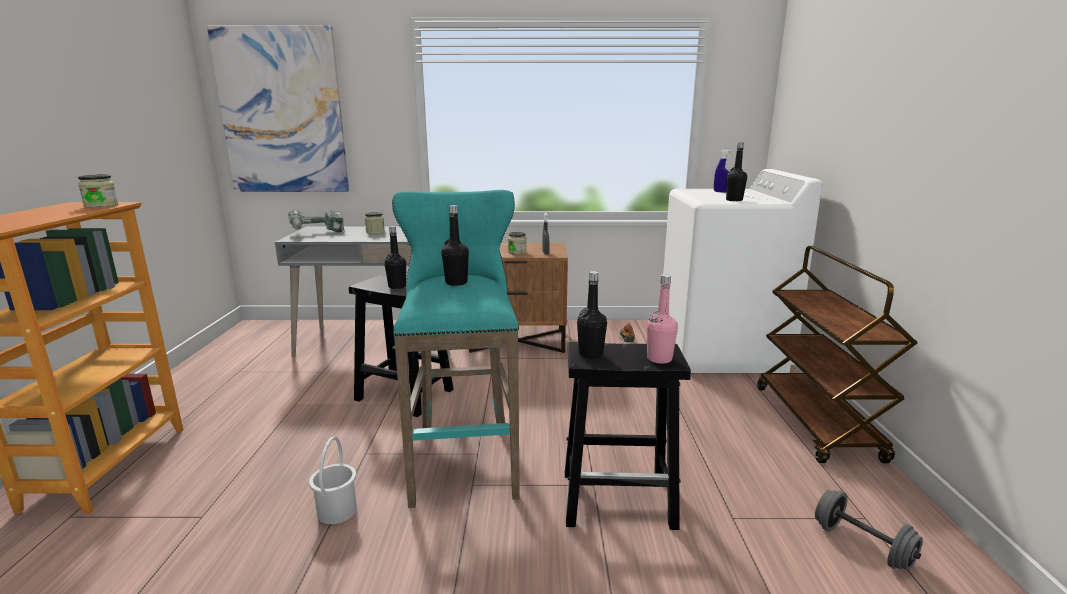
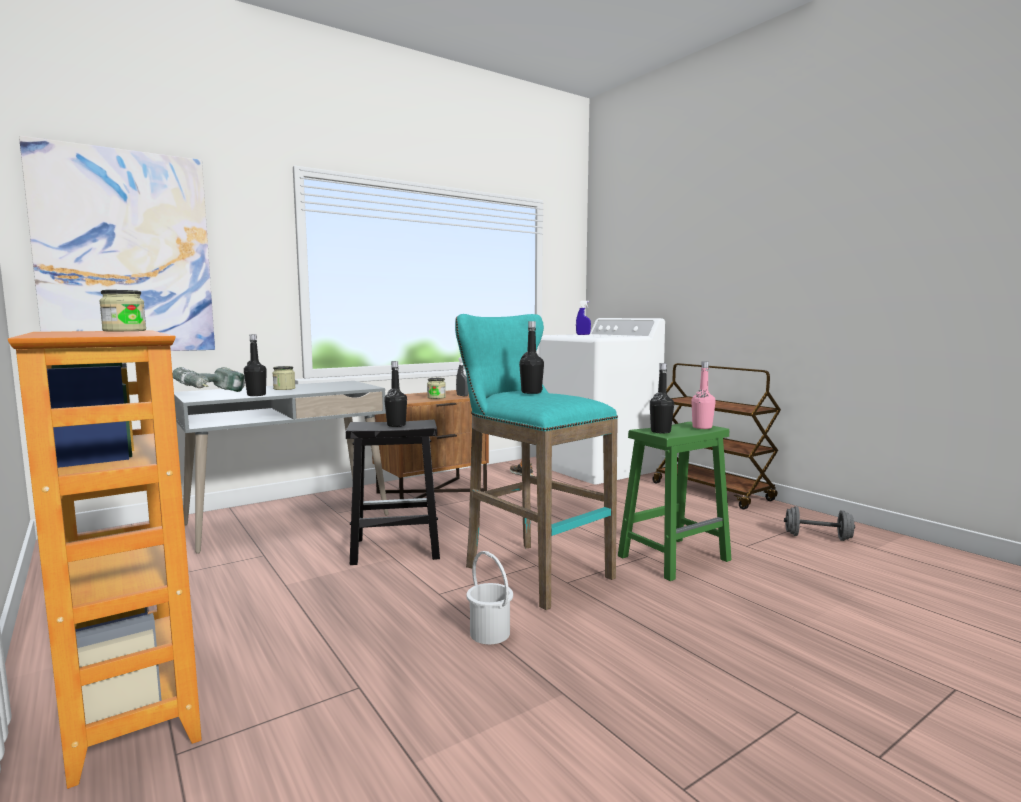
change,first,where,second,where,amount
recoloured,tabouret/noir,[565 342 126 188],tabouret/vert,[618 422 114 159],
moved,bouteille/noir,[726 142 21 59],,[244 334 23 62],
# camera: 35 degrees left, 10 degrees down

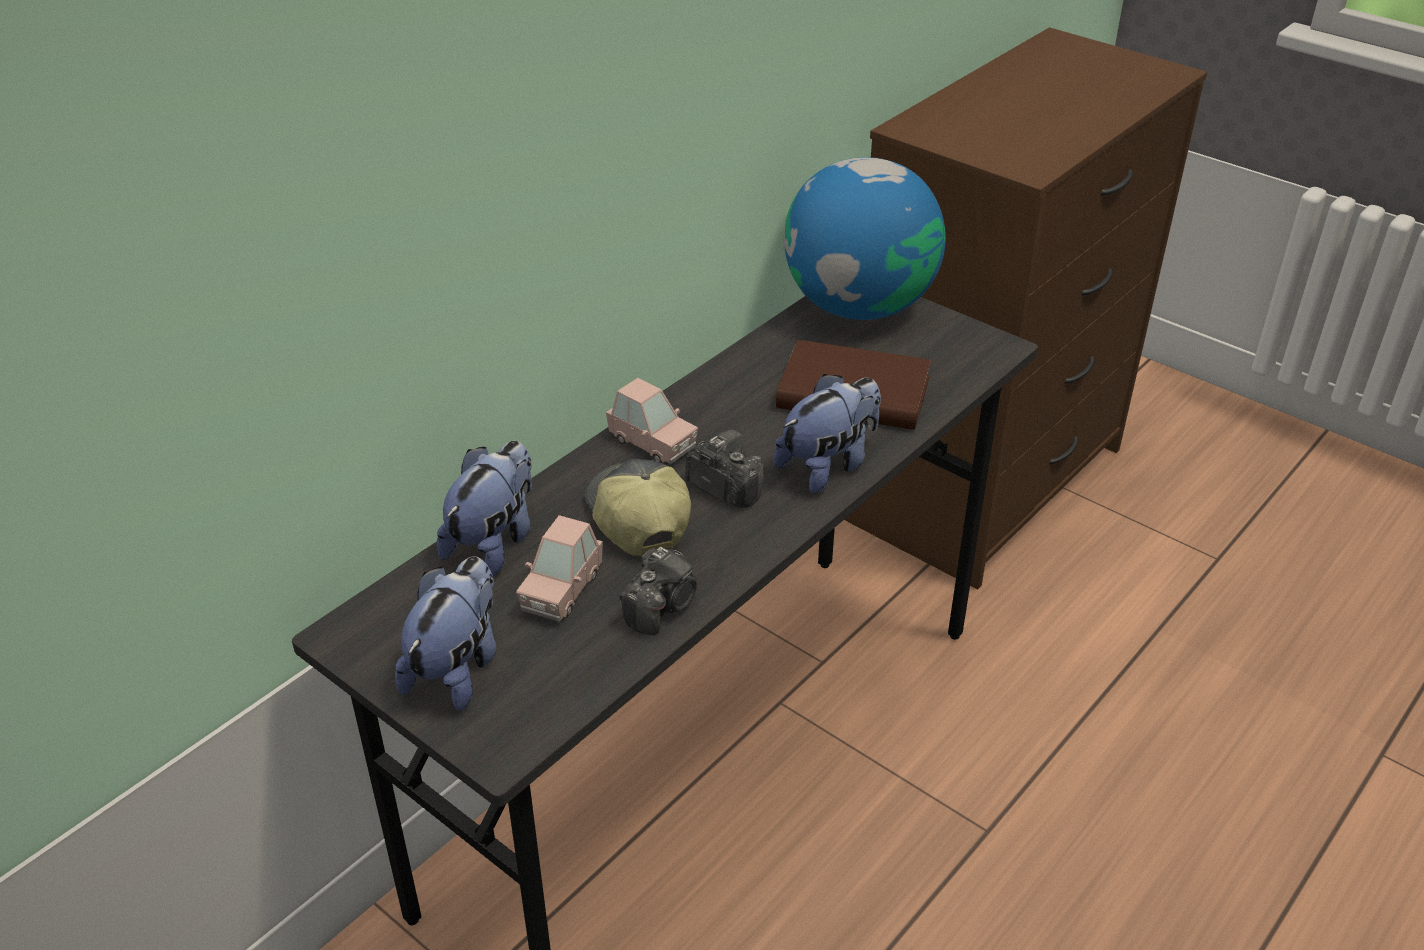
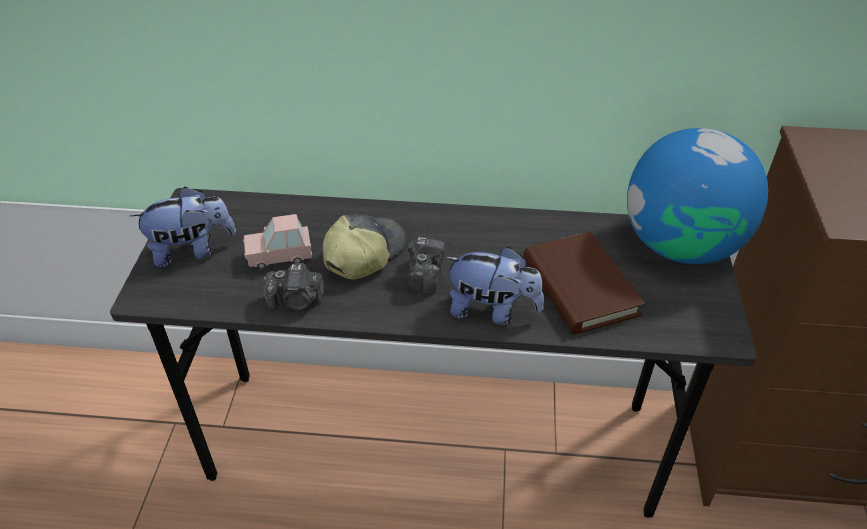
change,first,where,second,where,amount
removed,peluche,[437 441 95 135],,,
removed,petite voiture/rose,[606 378 92 86],,,
# camera: 55 degrees right, 5 degrees up

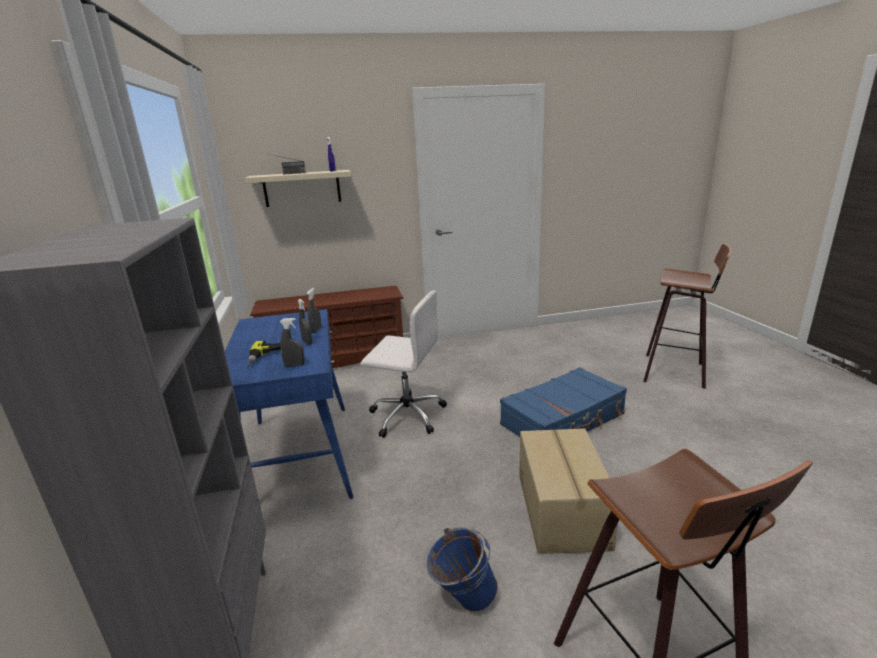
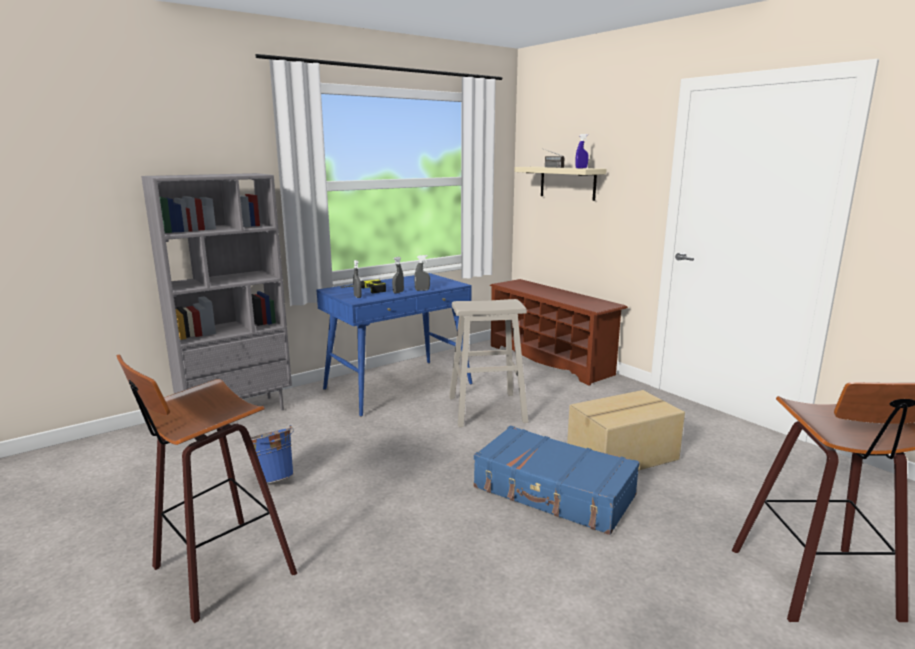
change,first,where,second,where,amount
replaced,chaise de bureau/blanc,[360 290 87 148],tabouret/beige,[449 299 79 128],
moved,carton,[519 429 99 125],,[567 390 118 81],
# camera: 65 degrees right, 5 degrees down

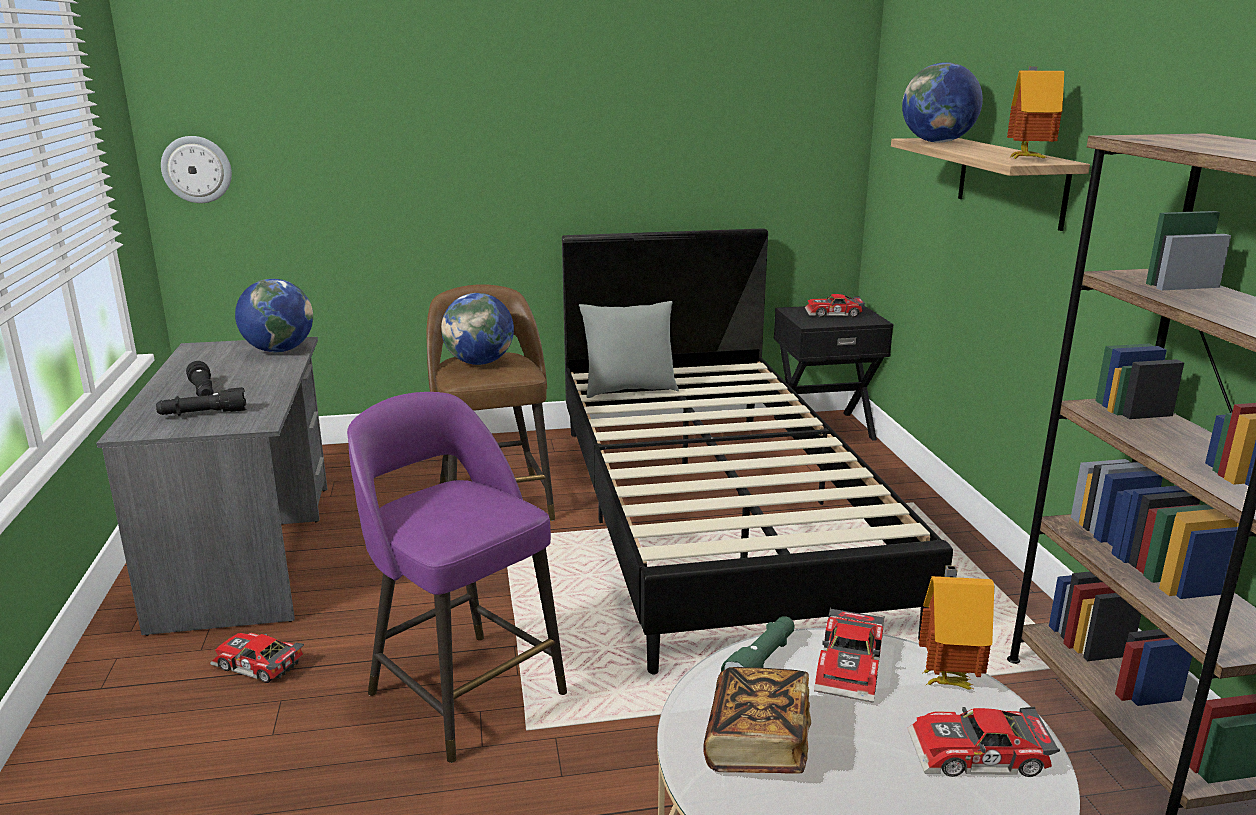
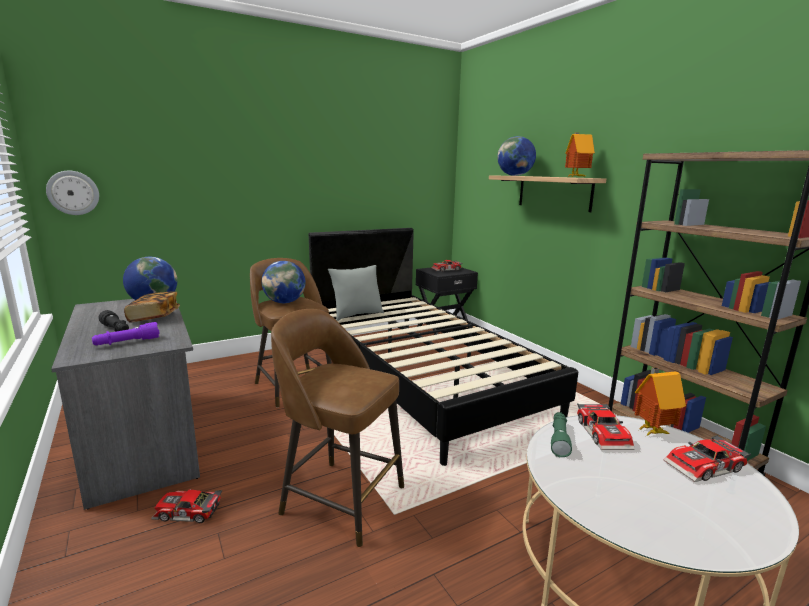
change,first,where,second,where,amount
recoloured,lampe de poche/noir,[156 387 91 29],lampe de poche/violet,[92 322 68 23],
recoloured,tabouret/violet,[347 392 220 371],tabouret/marron,[271 309 133 238],
moved,livre,[703 667 108 107],,[124 291 56 32],
# camera: 20 degrees left, 5 degrees down

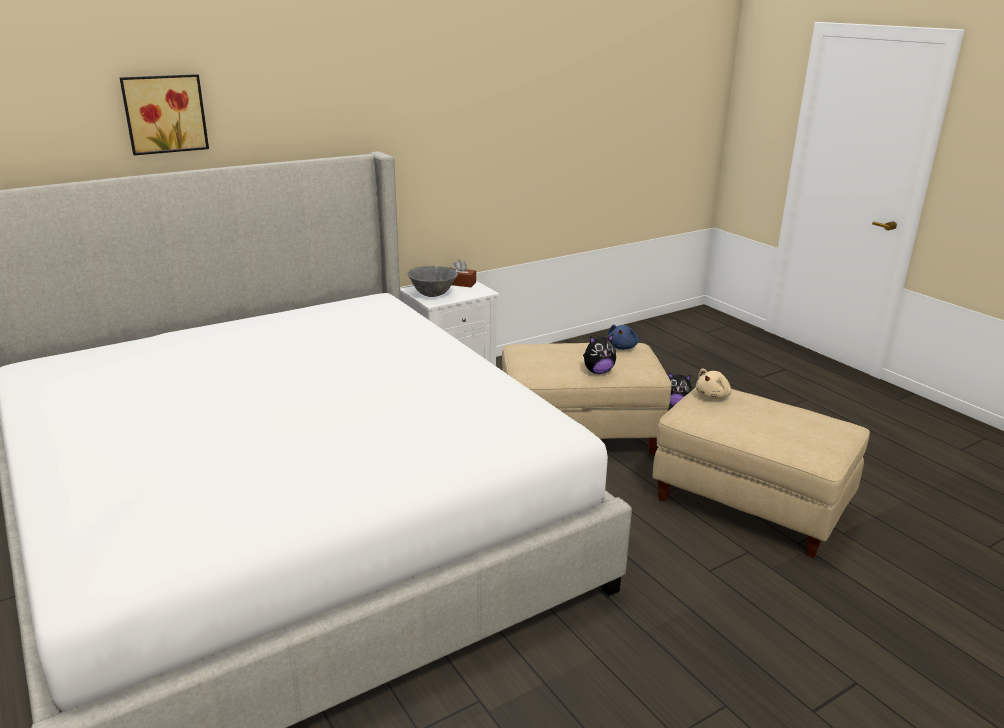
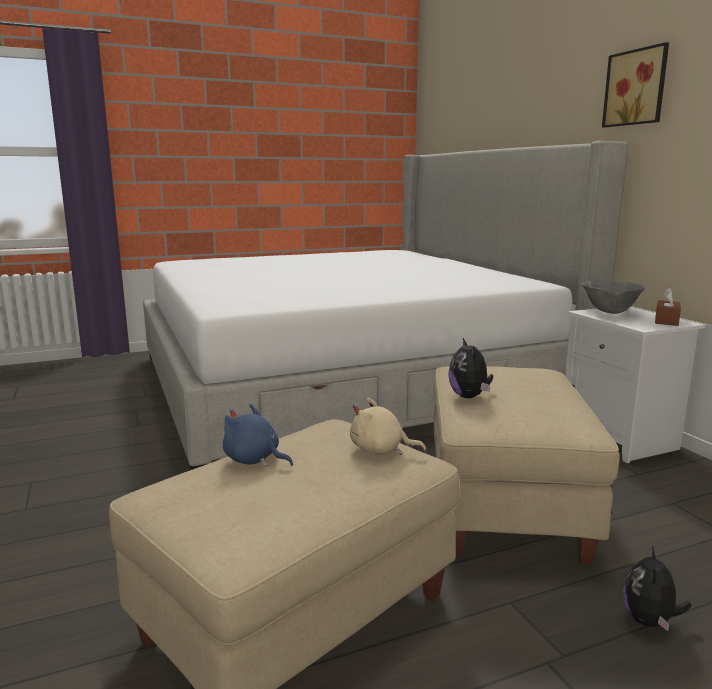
change,first,where,second,where,amount
moved,tableau,[119 74 90 81],,[602 42 67 85],
moved,peluche/bleu,[608 325 31 25],,[223 404 70 63],
turned,peluche/beige,[696 369 35 30],,[350 398 76 57],45 degrees counterclockwise
# camera: 100 degrees right, 10 degrees down

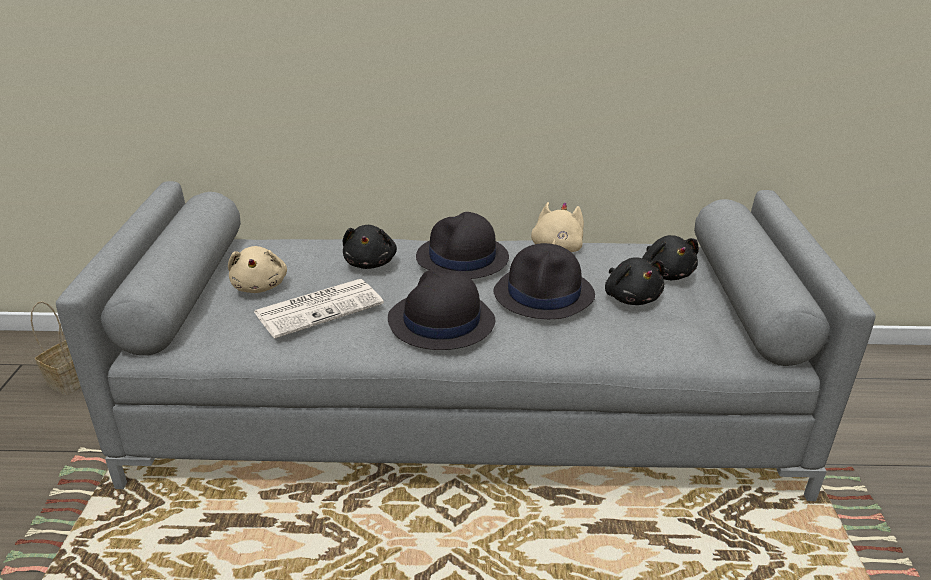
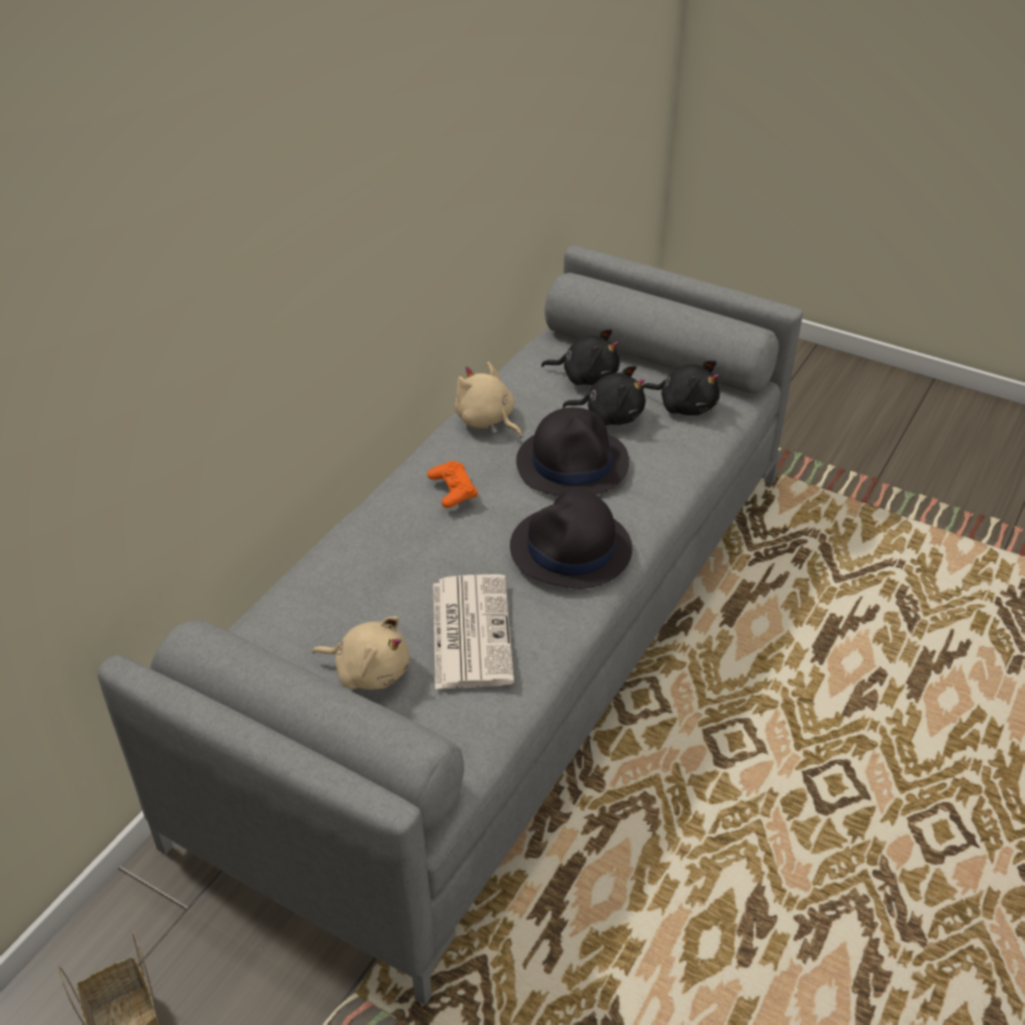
change,first,where,second,where,amount
moved,peluche/noir,[343 225 54 44],,[642 360 78 55],
replaced,chapeau/noir,[416 212 93 67],manette/orange,[427 461 51 47],
# camera: 60 degrees left, 10 degrees up

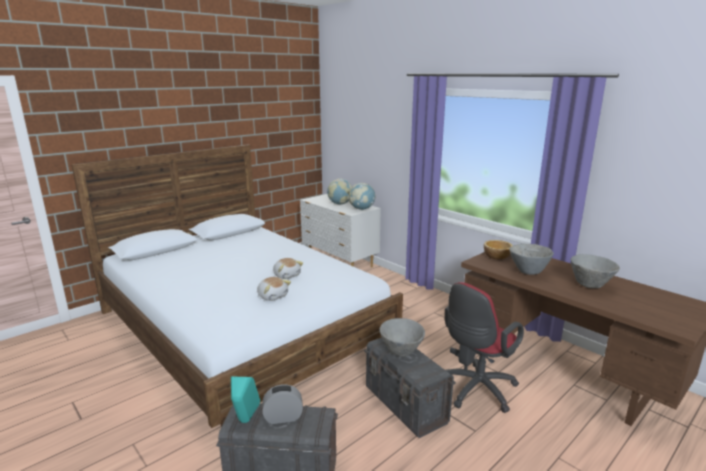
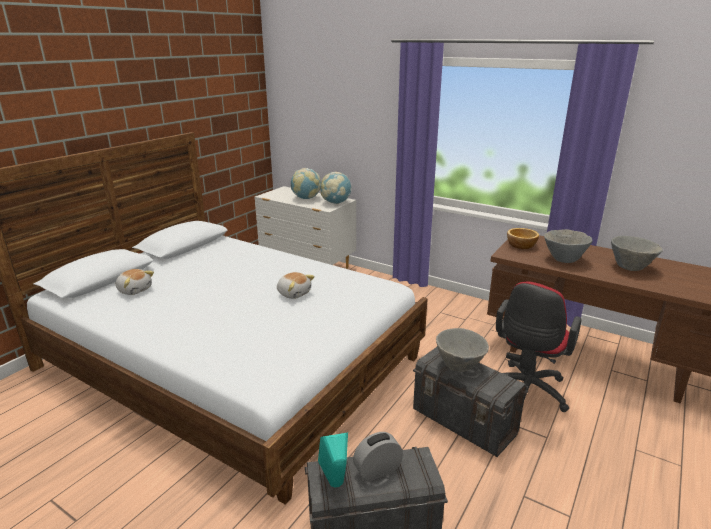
change,first,where,second,where,amount
moved,peluche,[257 277 34 24],,[116 269 38 26],
# camera: 15 degrees left, 5 degrees up

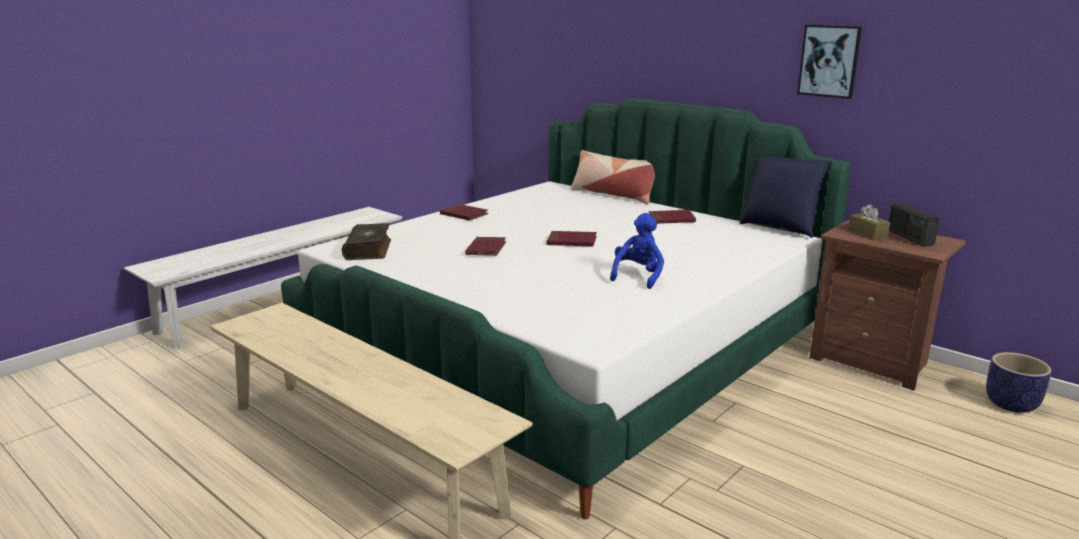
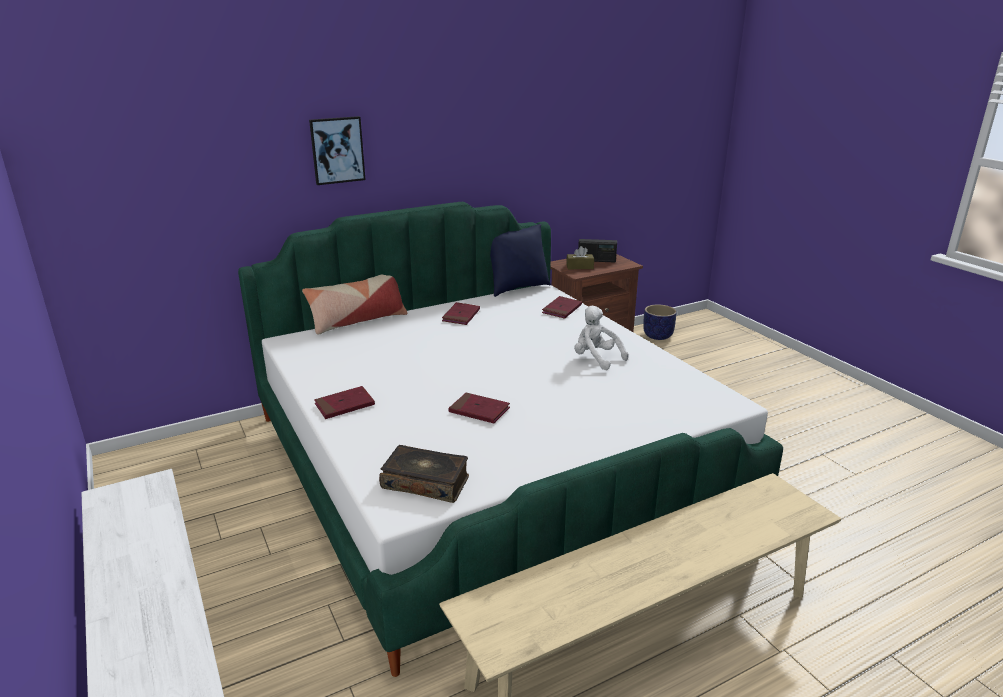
change,first,where,second,where,amount
moved,livre/rouge,[546 231 51 16],,[542 296 40 23],
recoloured,peluche/bleu,[610 213 54 76],peluche/blanc,[574 306 55 64],
moved,tableau,[797 25 65 74],,[309 116 57 69],
# camera: 70 degrees left, 5 degrees up

